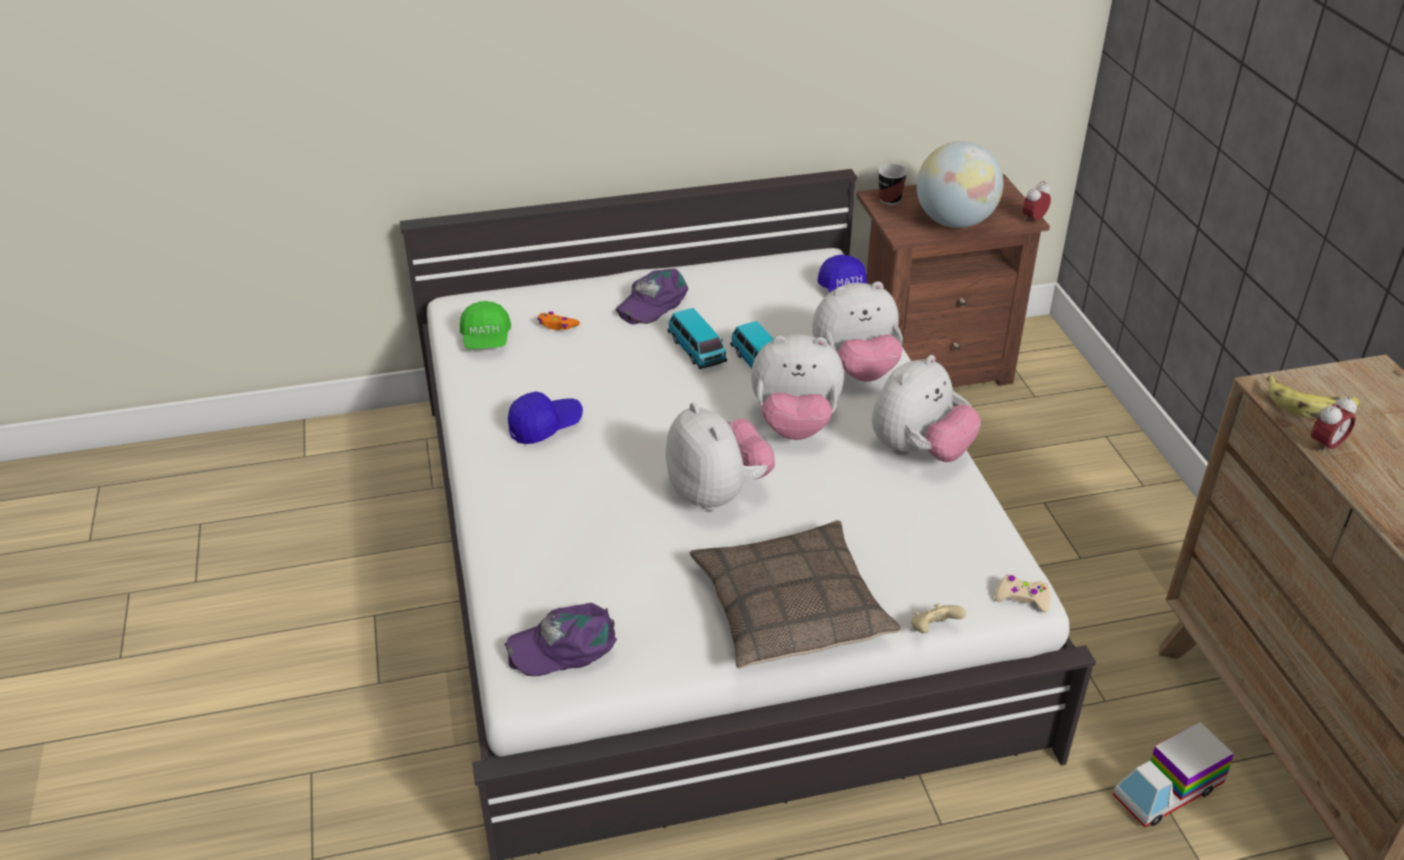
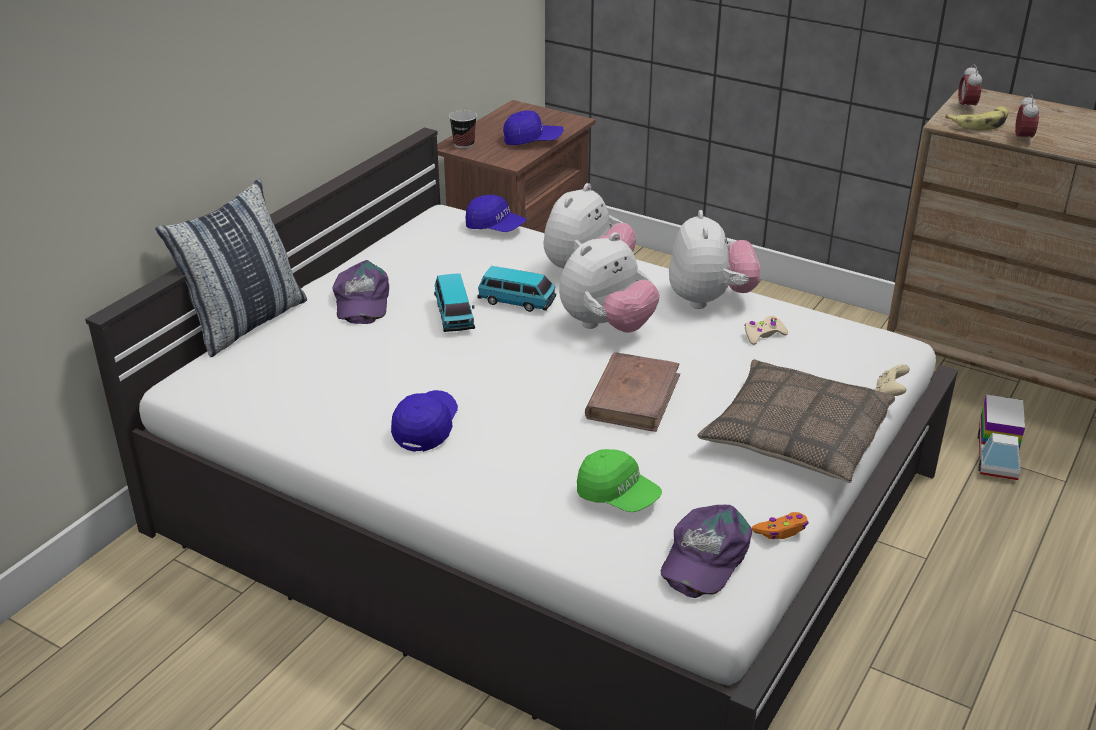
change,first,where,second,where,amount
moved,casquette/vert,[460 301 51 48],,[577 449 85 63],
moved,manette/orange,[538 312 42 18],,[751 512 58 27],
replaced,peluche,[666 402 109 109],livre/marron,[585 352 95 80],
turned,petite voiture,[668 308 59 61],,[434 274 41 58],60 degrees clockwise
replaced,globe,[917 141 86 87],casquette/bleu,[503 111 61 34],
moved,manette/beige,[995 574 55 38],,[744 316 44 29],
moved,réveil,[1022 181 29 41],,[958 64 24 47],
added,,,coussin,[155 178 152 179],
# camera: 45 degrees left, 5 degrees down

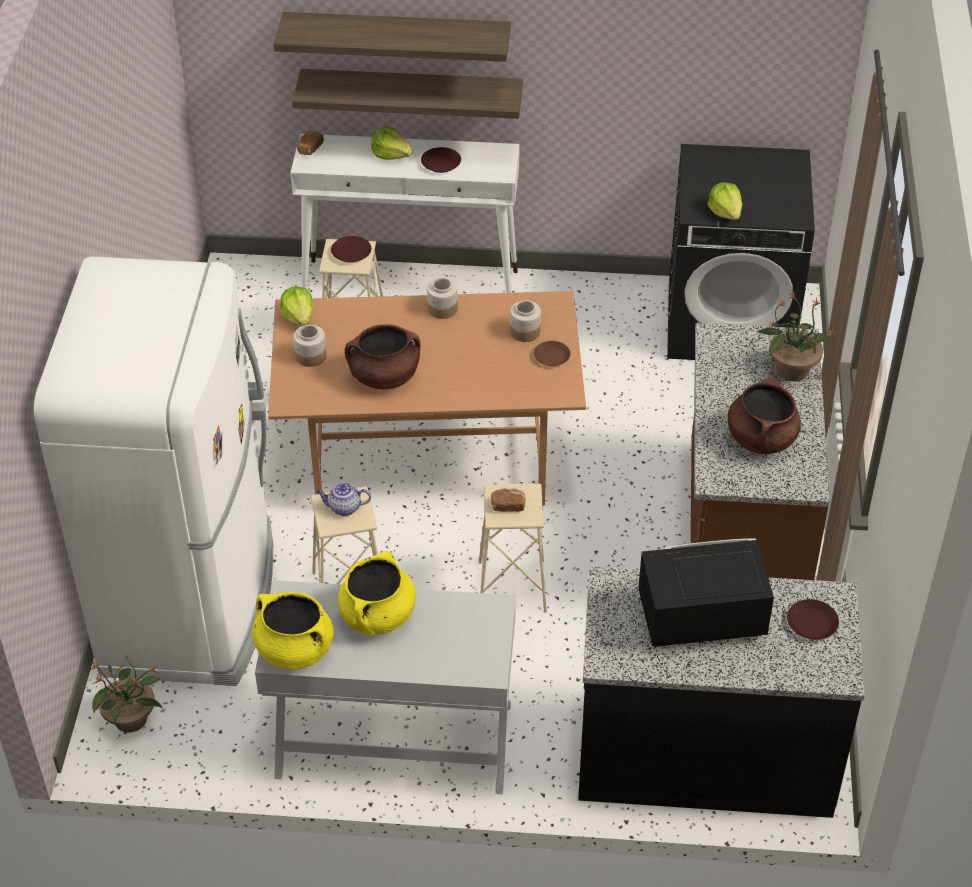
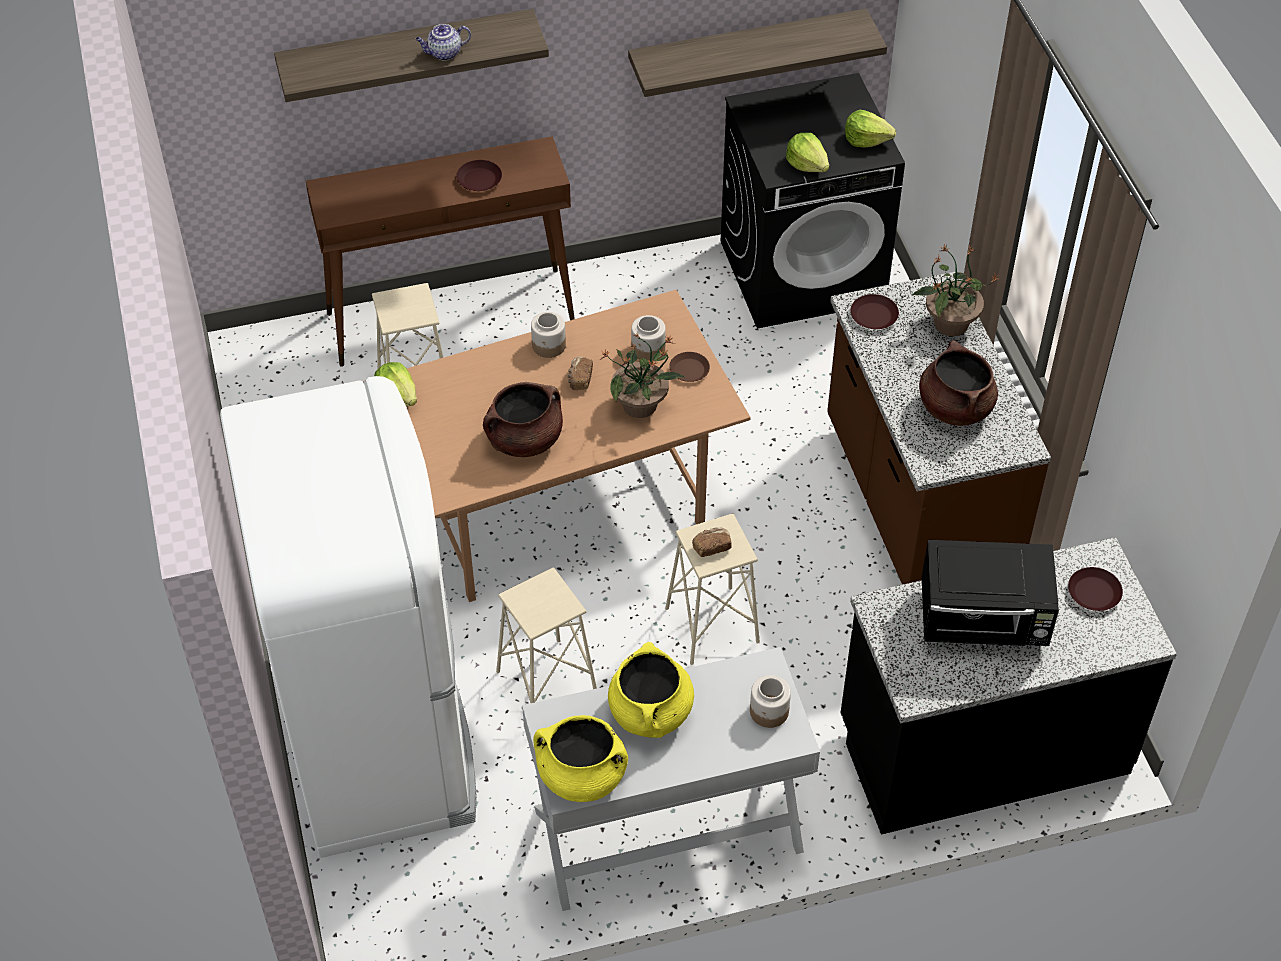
change,first,where,second,where,amount
moved,plante en pot,[89 654 73 79],,[600 332 85 86],
recoloured,table console/blanc,[290 134 230 159],table console/marron,[306 136 269 231],
moved,étagère,[292 69 231 50],,[628 9 259 88],
moved,bocal,[294 325 33 42],,[750 675 41 53],
moved,pain,[297 130 27 25],,[567 356 26 34],
moved,théière,[316 482 55 34],,[415 24 56 37],
moved,assiette/marron,[331 236 40 27],,[850 294 49 35],
moved,laitue,[371 127 42 33],,[845 110 51 38],
turned,micro-ondes/noir,[638 538 136 109],,[921 540 138 106],150 degrees counterclockwise
# camera: 20 degrees left, 5 degrees up

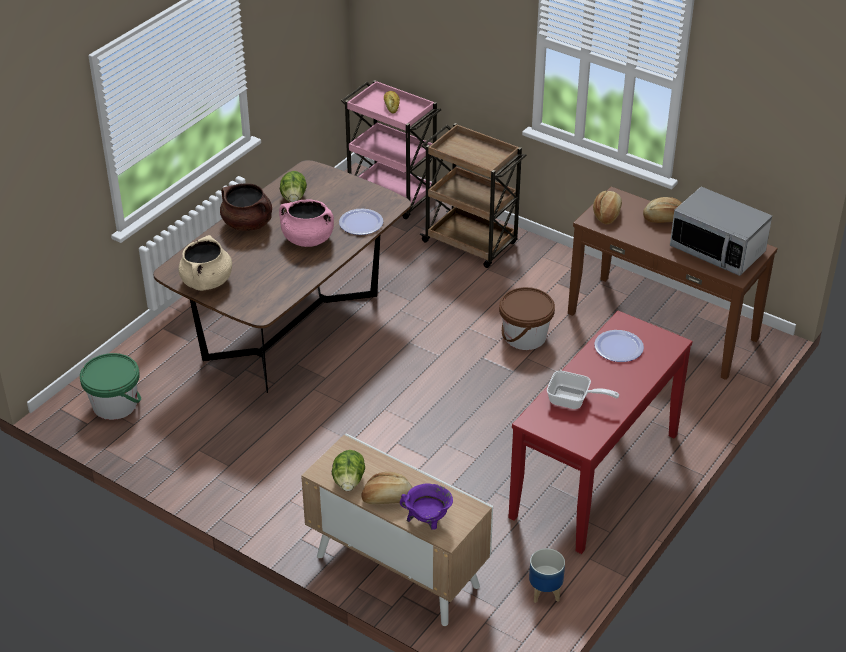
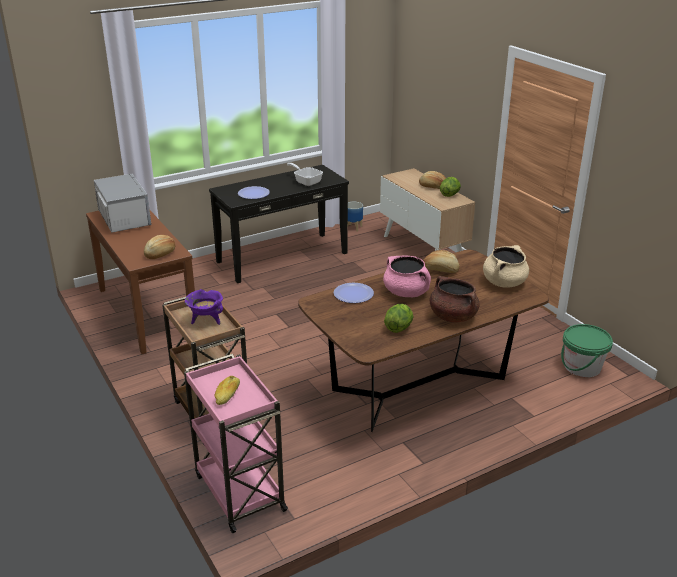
change,first,where,second,where,amount
moved,marmite/violet,[400 483 53 47],,[185 289 38 36],
removed,seau/marron,[499 287 56 63],,,
recoloured,table console/rouge,[508 311 185 243],table console/noir,[209 165 140 118],
moved,pain,[643 197 39 26],,[423 250 37 23],
# camera: 155 degrees left, 10 degrees down

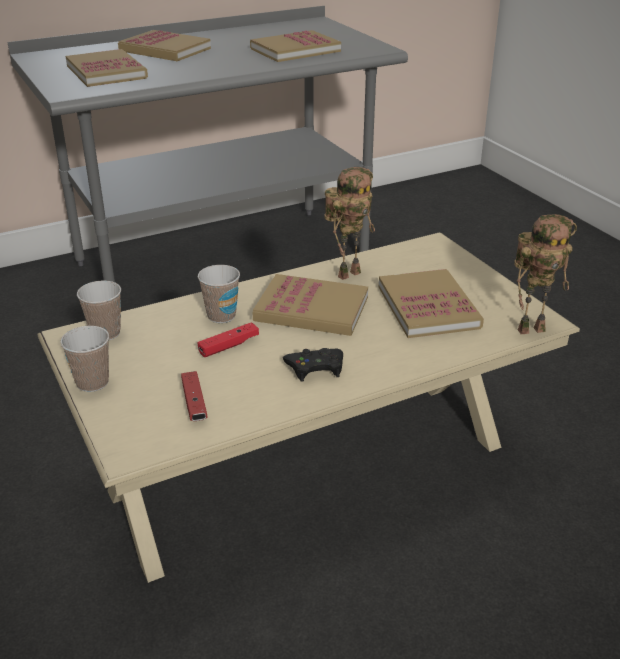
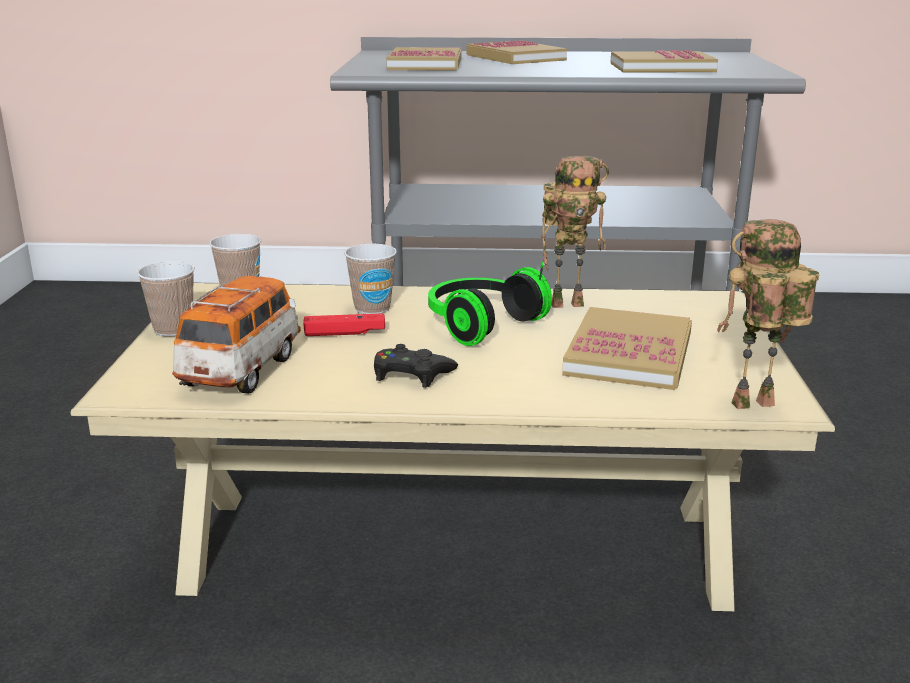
change,first,where,second,where,amount
replaced,manette/rouge,[181 371 27 50],petite voiture,[172 276 129 118],
replaced,livre,[253 274 115 62],casque audio,[428 262 124 84],
turned,robot jouet,[514 214 63 120],,[717 219 102 190],150 degrees clockwise
# camera: 30 degrees right, 10 degrees down

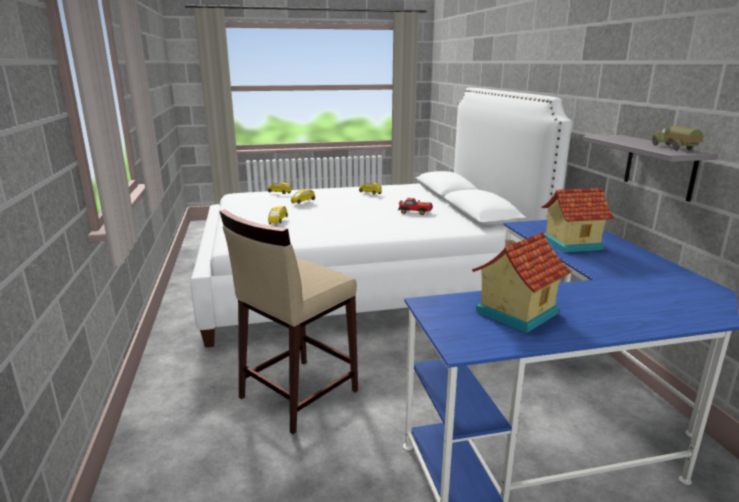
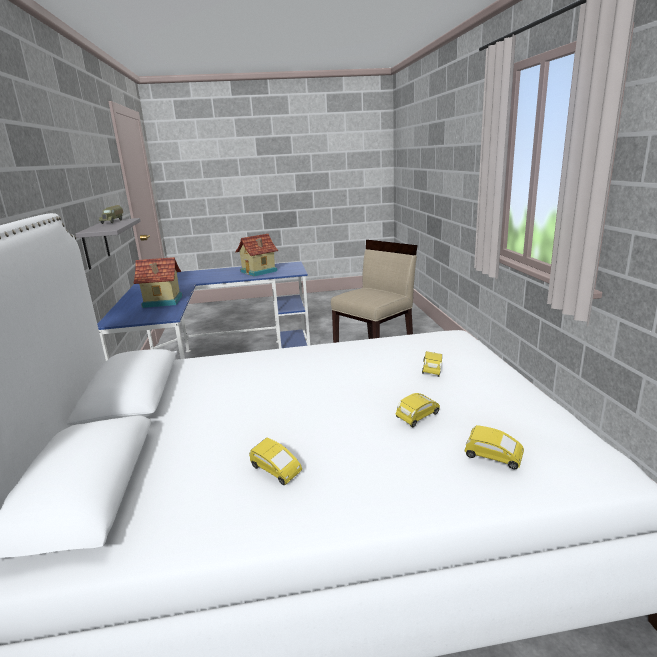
change,first,where,second,where,amount
removed,petite voiture,[398 198 35 17],,,
# camera: 175 degrees left, 0 degrees up

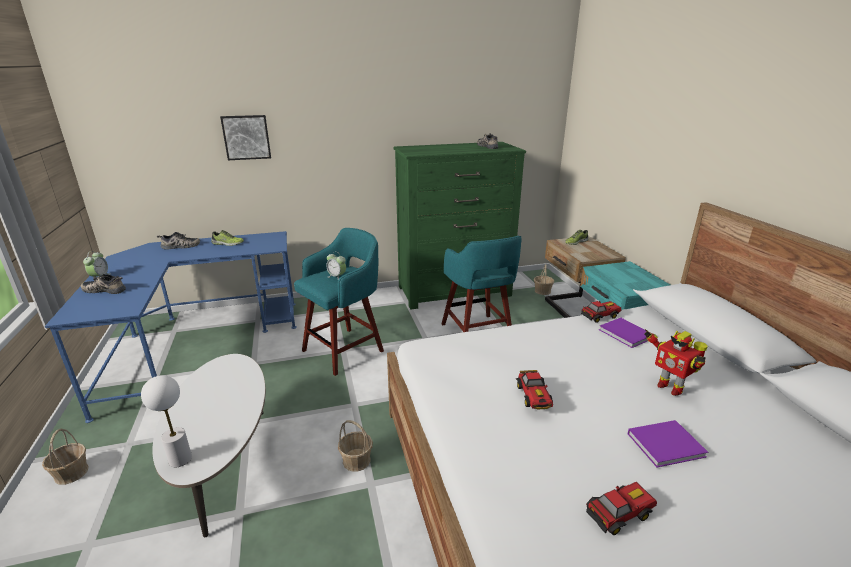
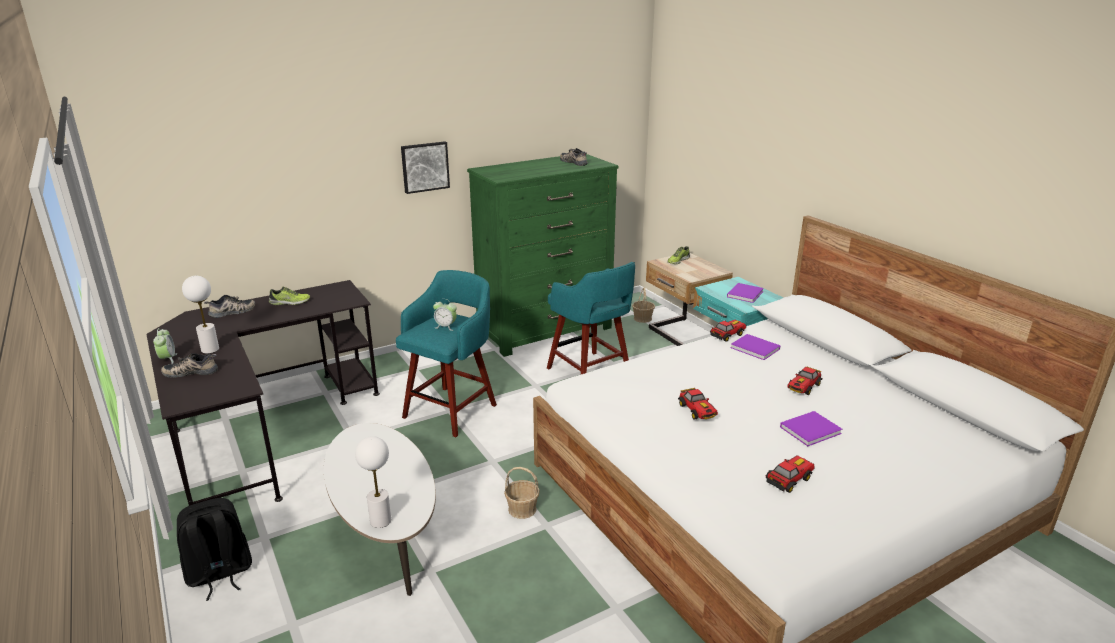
change,first,where,second,where,amount
replaced,panier,[42 429 47 56],sac à dos/noir,[177 498 75 103],
recoloured,bureau/bleu,[45 231 252 192],bureau/noir,[146 280 234 226],
moved,tableau,[220 115 51 45],,[401 141 49 53],
replaced,robot jouet,[645 329 63 67],petite voiture,[787 367 36 28],
added,,,lampe de table/blanc,[182 276 37 78],
added,,,livre/violet,[727 283 37 20],
# camera: 15 degrees left, 0 degrees up

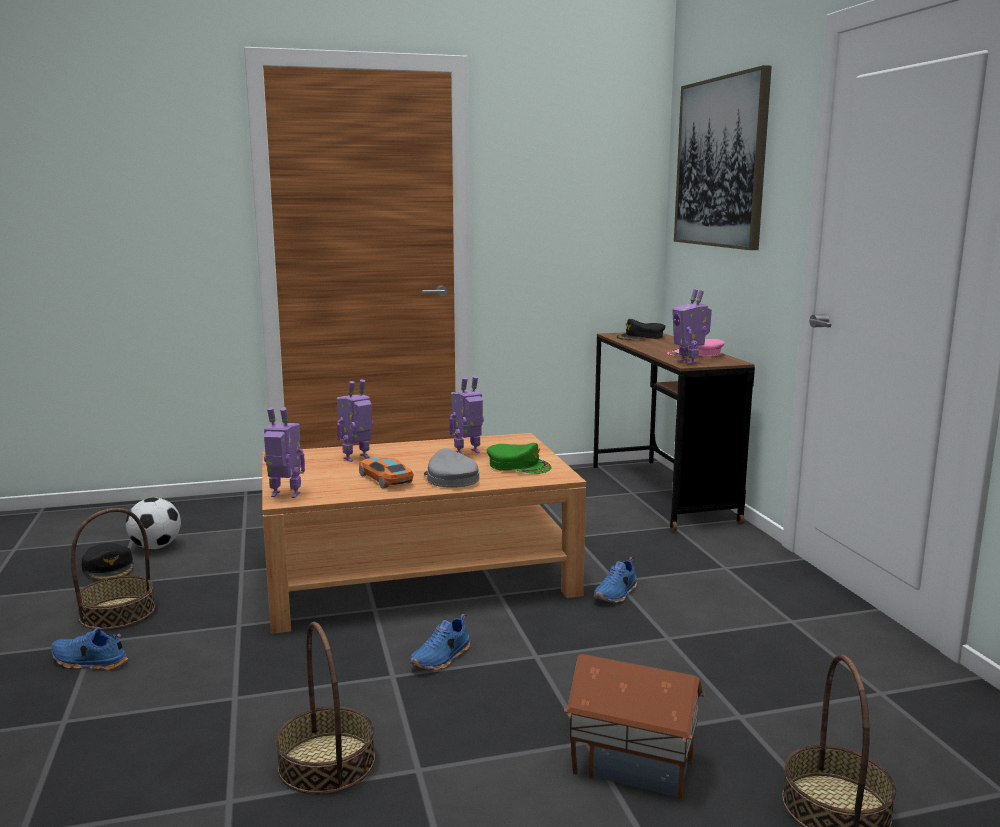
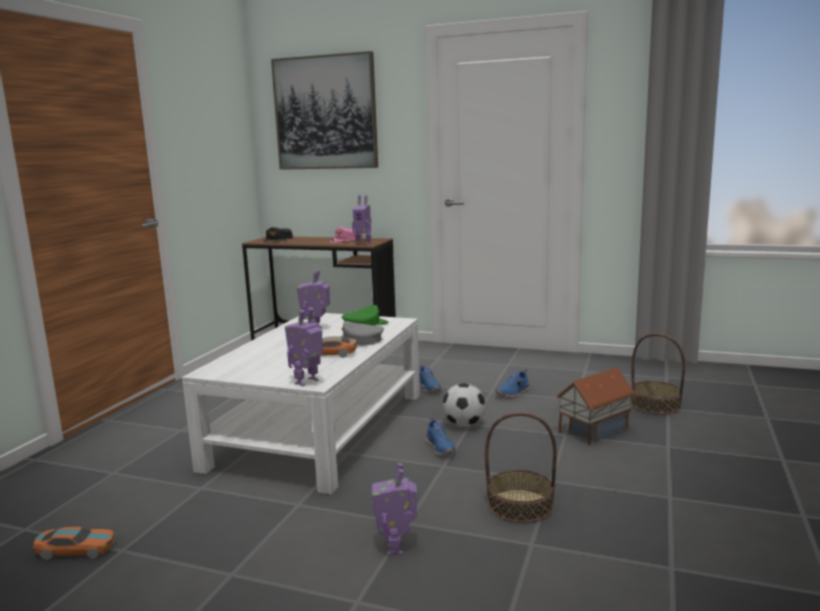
change,first,where,second,where,amount
moved,chaussure/bleu,[52 628 76 42],,[496 369 33 28],
removed,panier,[71 508 84 122],,,
replaced,casquette/noir,[81 543 53 37],petite voiture,[33 527 82 33],
moved,ballon de foot,[126 497 55 52],,[443 383 43 44],
recoloured,table basse/marron,[262 433 324 201],table basse/blanc,[182 313 238 181],
moved,robot jouet,[337 380 36 82],,[372 463 45 92],
# camera: 55 degrees left, 0 degrees up

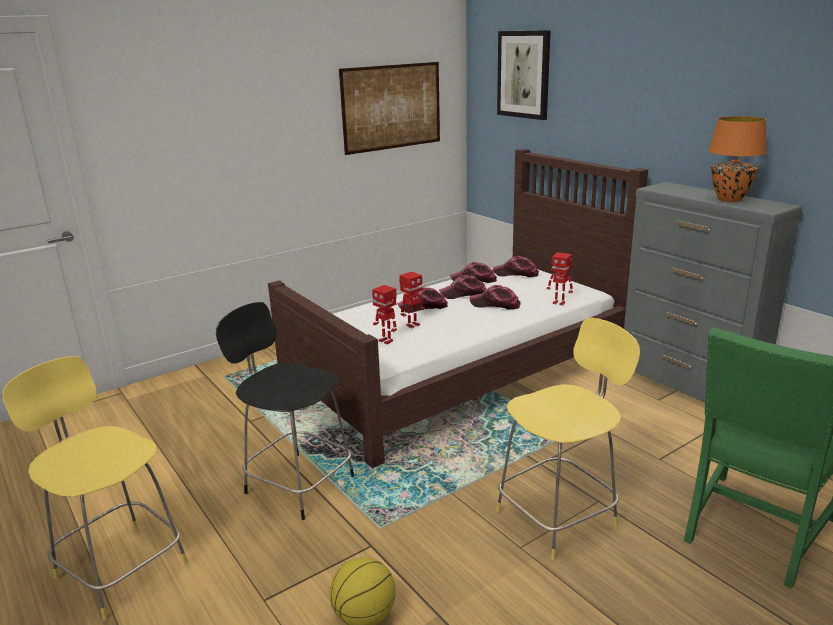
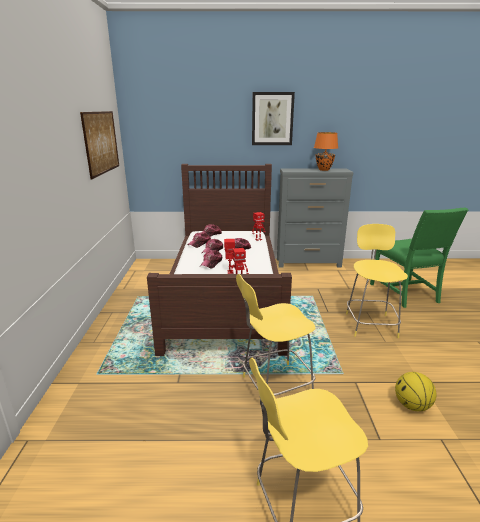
change,first,where,second,where,amount
recoloured,tabouret/noir,[216 302 138 218],tabouret/jaune,[236 274 79 122],
moved,tableau,[497 30 54 90],,[252 92 43 53],
# camera: 55 degrees left, 0 degrees up

